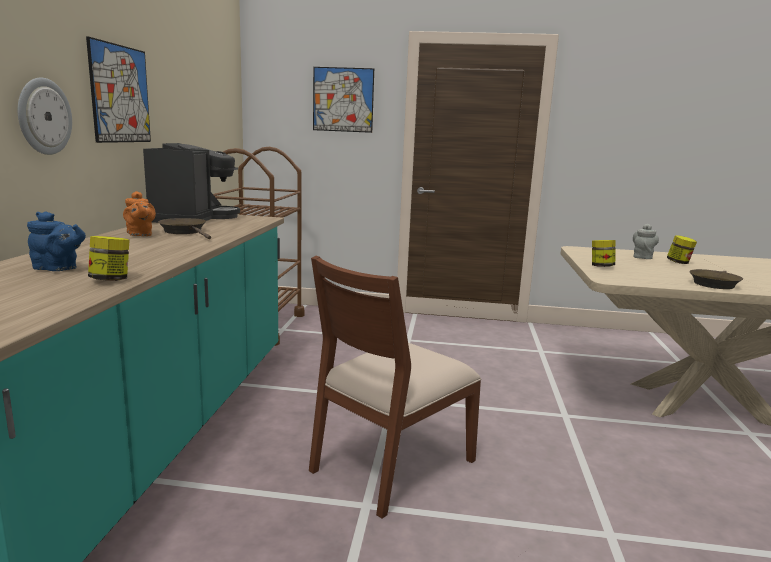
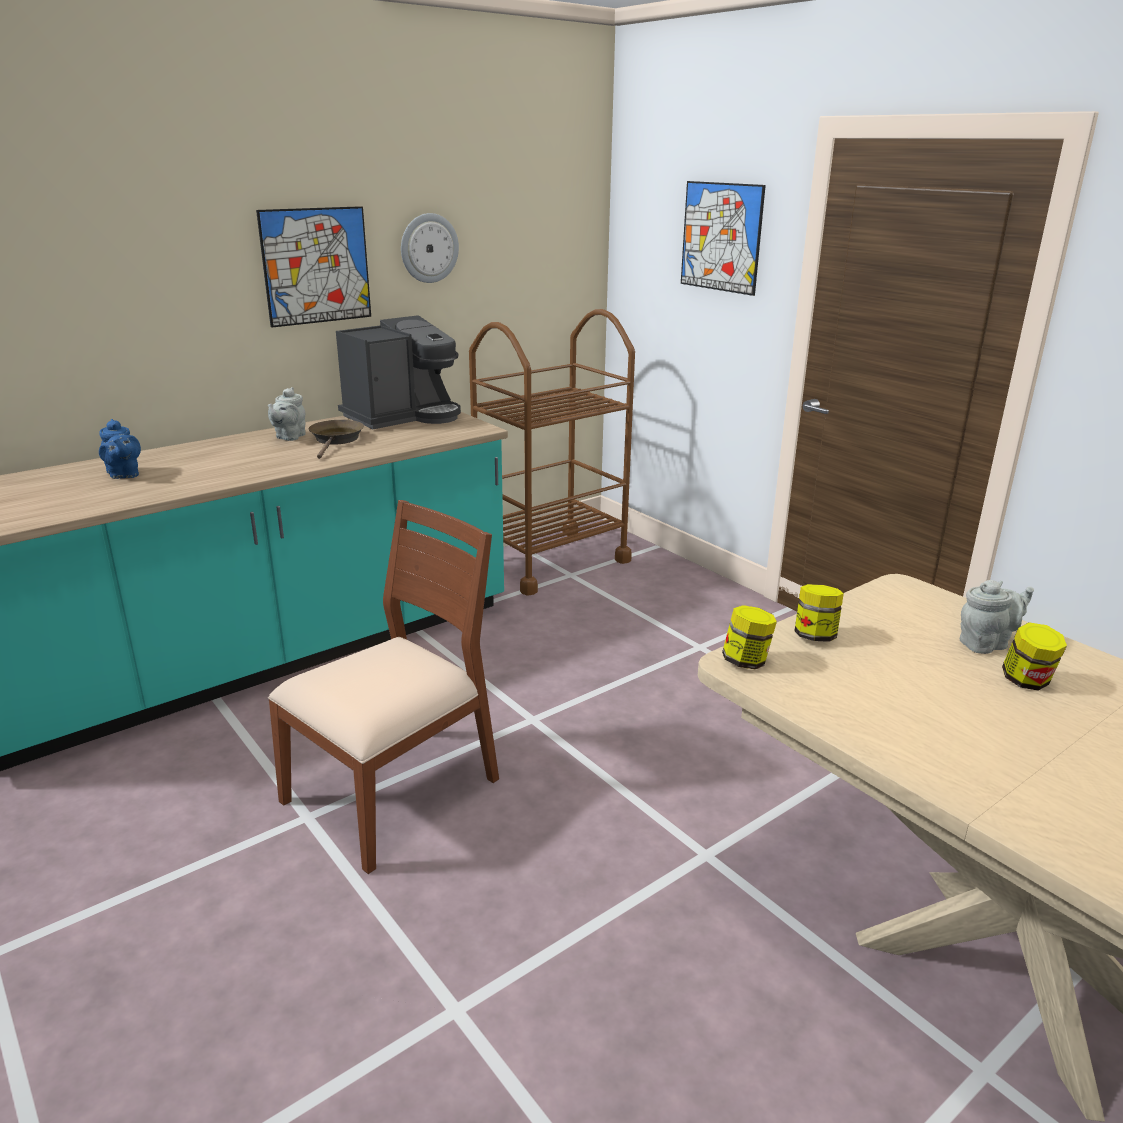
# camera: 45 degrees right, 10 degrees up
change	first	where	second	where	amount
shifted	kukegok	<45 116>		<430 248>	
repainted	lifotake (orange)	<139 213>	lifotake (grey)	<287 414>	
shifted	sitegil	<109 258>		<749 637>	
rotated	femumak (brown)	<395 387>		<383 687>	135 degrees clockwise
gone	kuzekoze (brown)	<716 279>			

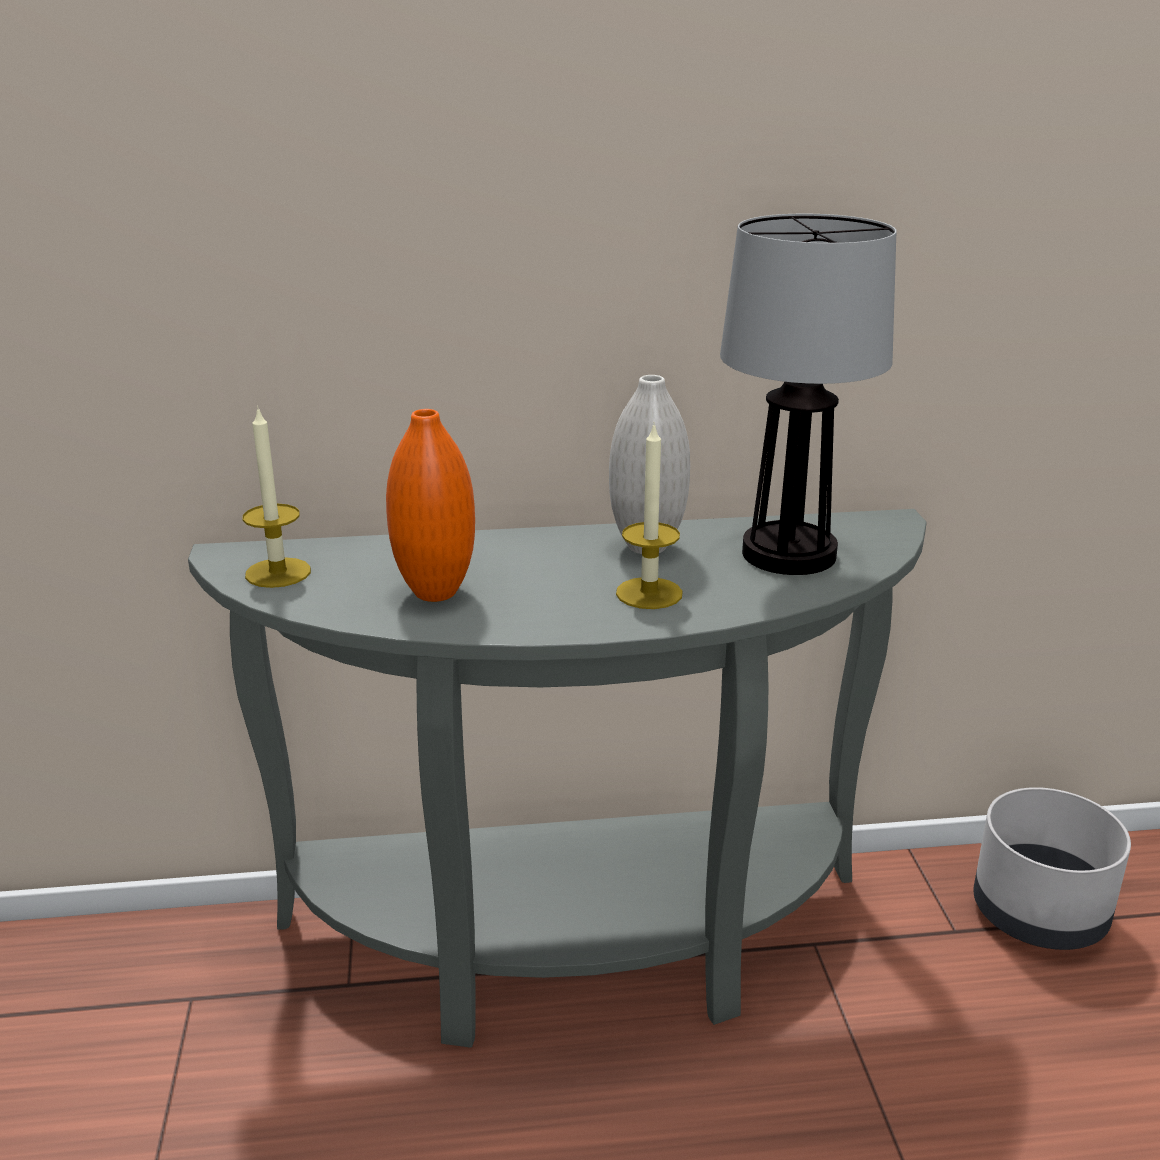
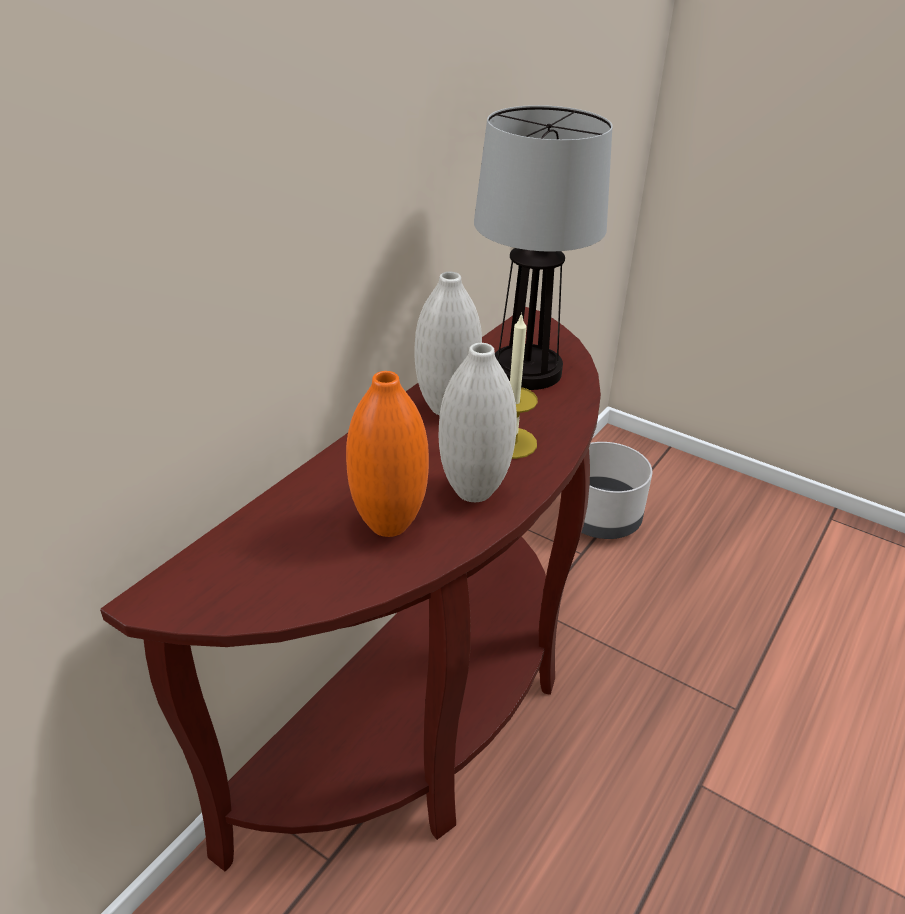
# camera: 50 degrees left, 10 degrees up
change	first	where	second	where	amount
gone	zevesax	<276 497>			
repainted	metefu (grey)	<557 778>	metefu (brown)	<350 589>	
new			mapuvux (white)	<478 422>	

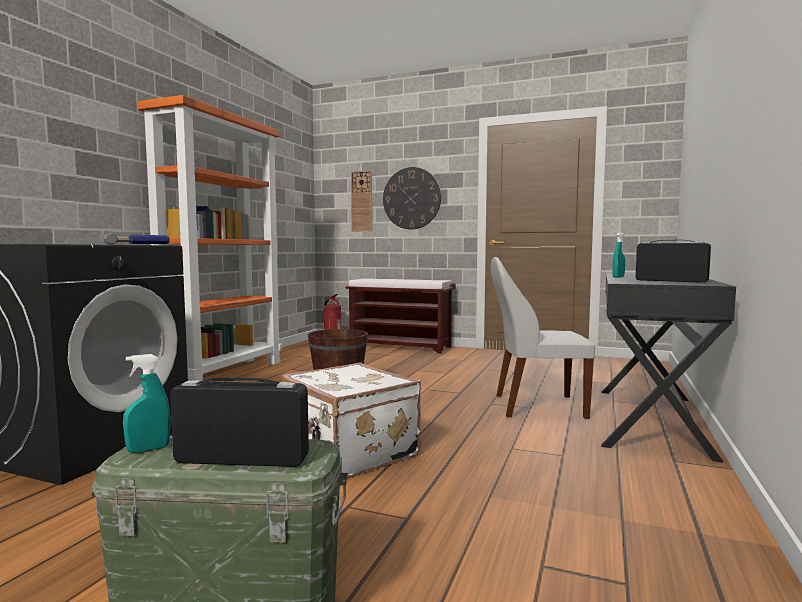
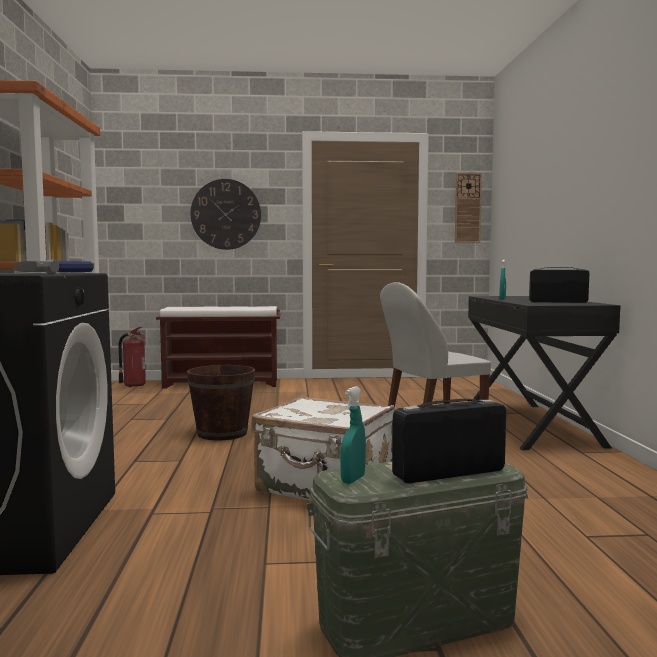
# camera: 25 degrees left, 0 degrees up
change	first	where	second	where	amount
shifted	kukegok	<361 201>		<468 208>	

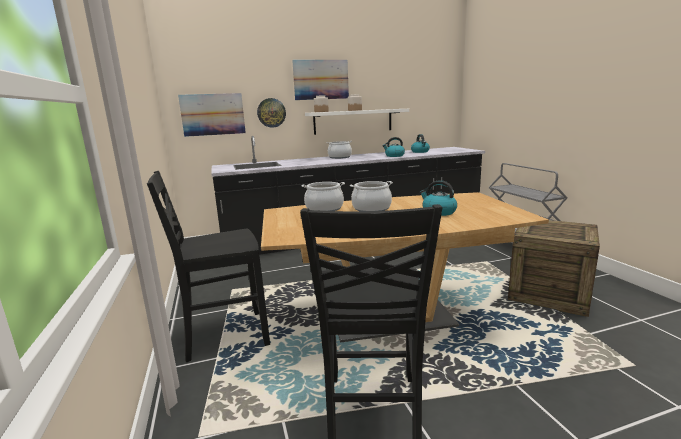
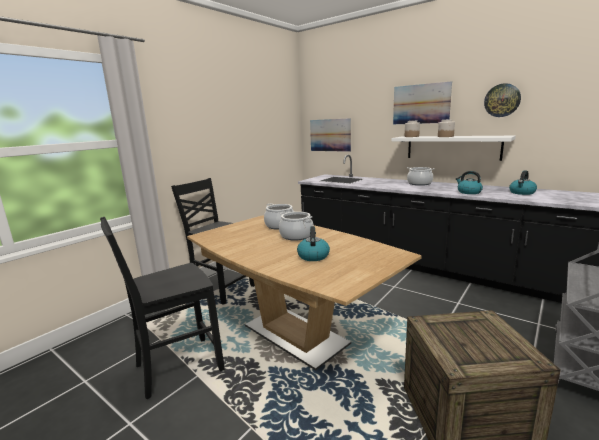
# camera: 55 degrees right, 0 degrees up
change	first	where	second	where	amount
shifted	kukegok	<271 113>		<502 100>	

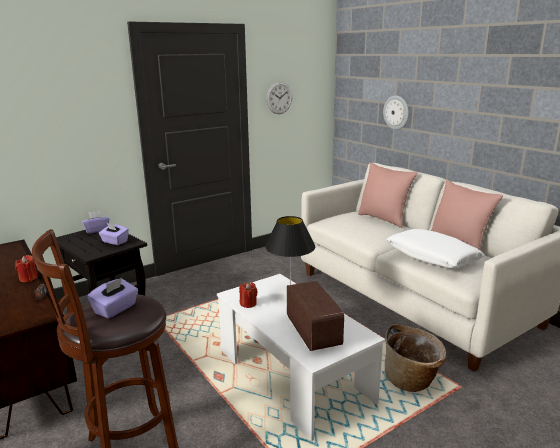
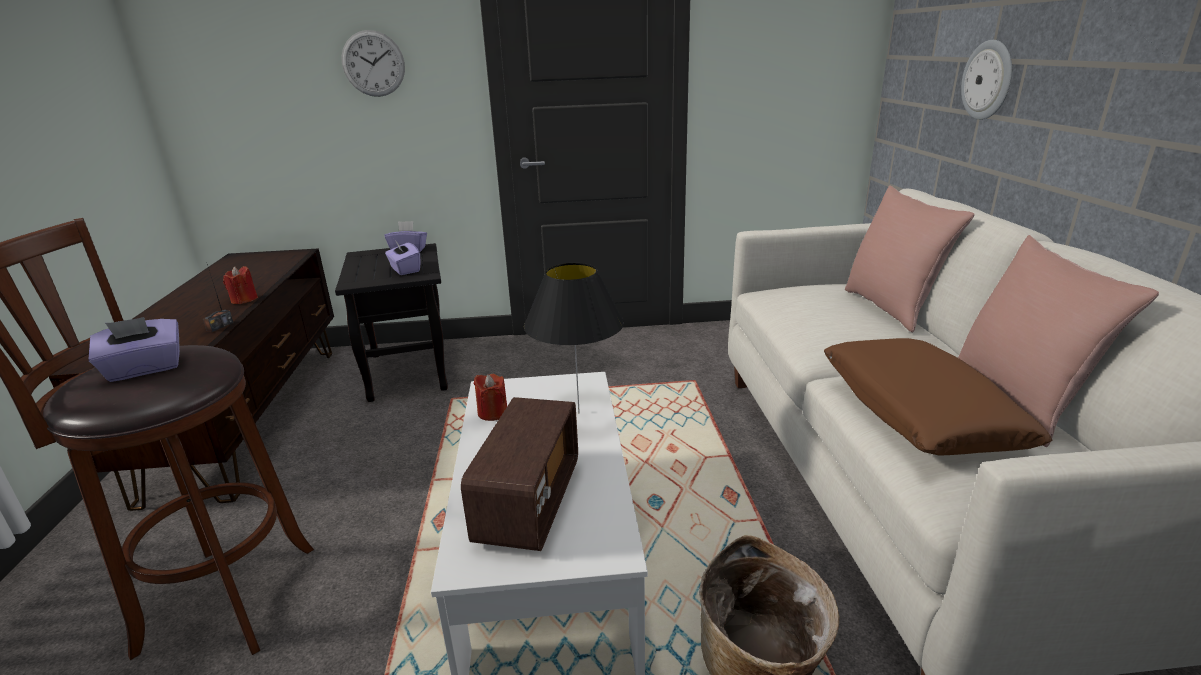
# camera: 30 degrees right, 5 degrees up
change	first	where	second	where	amount
shifted	kukegok	<279 98>		<373 63>	
repainted	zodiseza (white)	<435 249>	zodiseza (brown)	<938 397>	

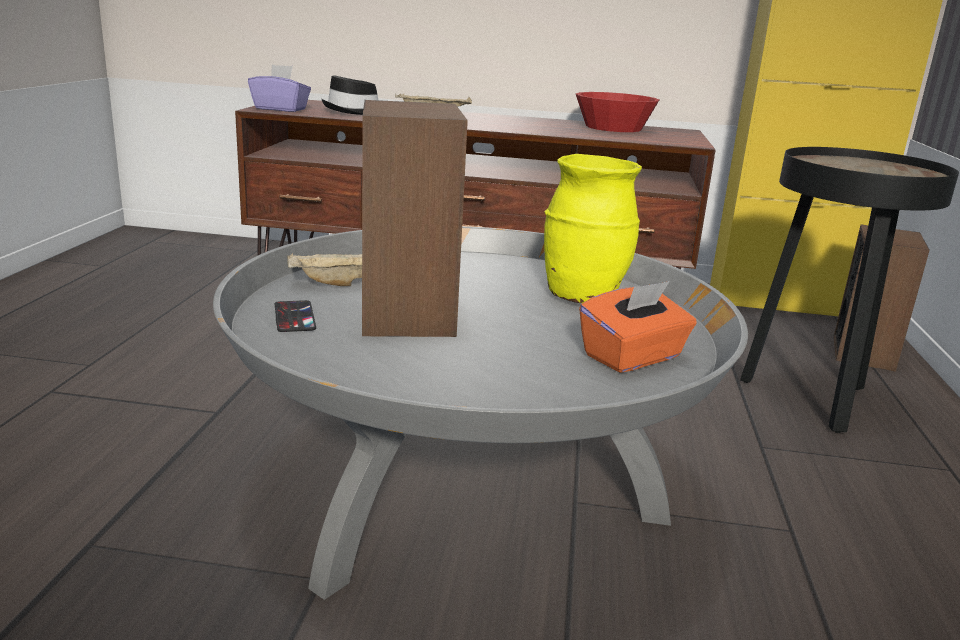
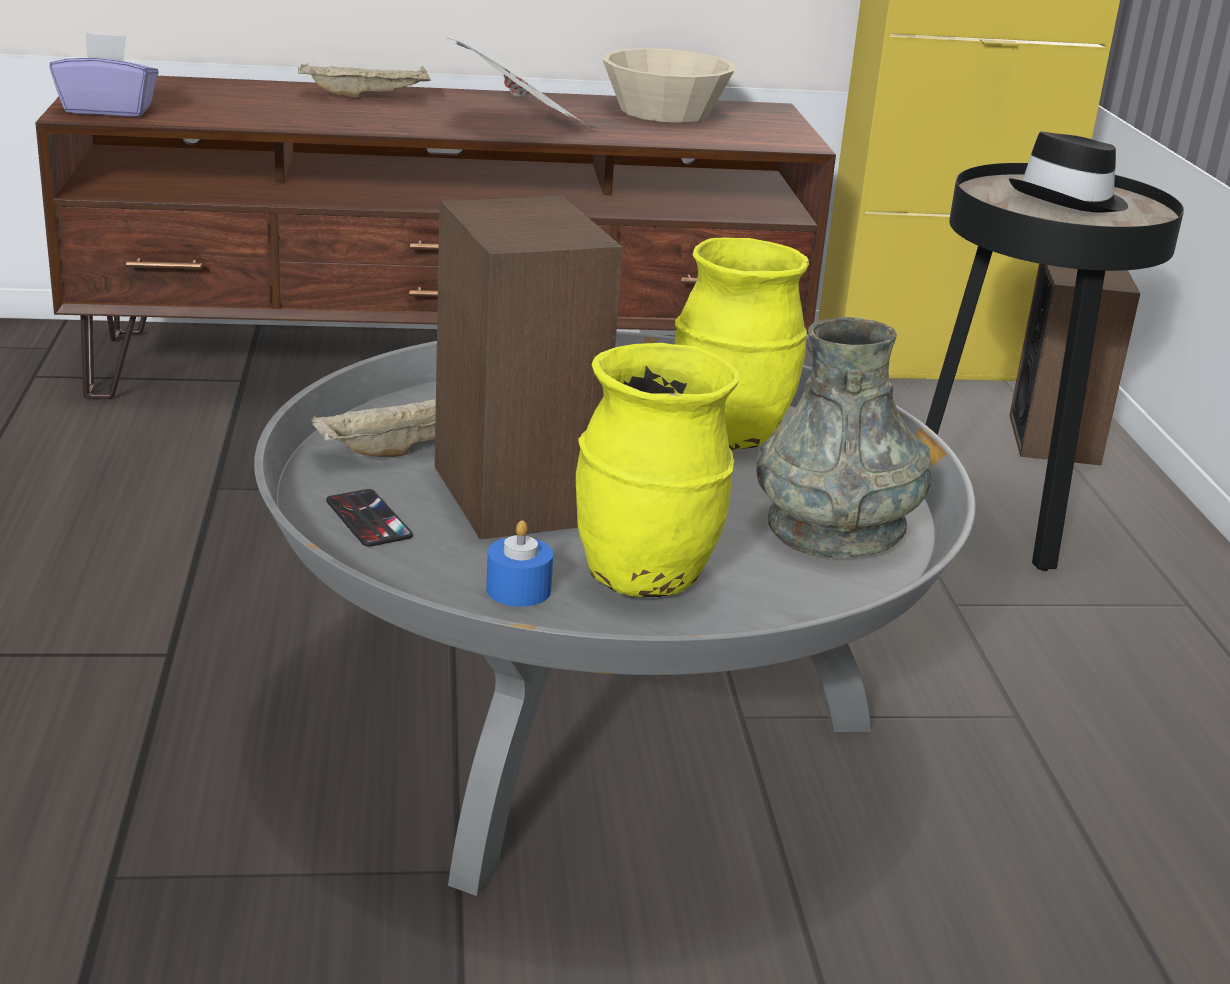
# camera: 15 degrees left, 5 degrees up
change	first	where	second	where	amount
shifted	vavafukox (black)	<350 95>		<1068 172>	
repainted	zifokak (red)	<617 112>	zifokak (beige)	<668 85>	
swapped	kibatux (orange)	<638 327>	mapuvux (grey)	<844 437>	
new			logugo	<524 83>	
new			mapuvux (yellow)	<658 470>	
new			zevesax (blue)	<519 563>	

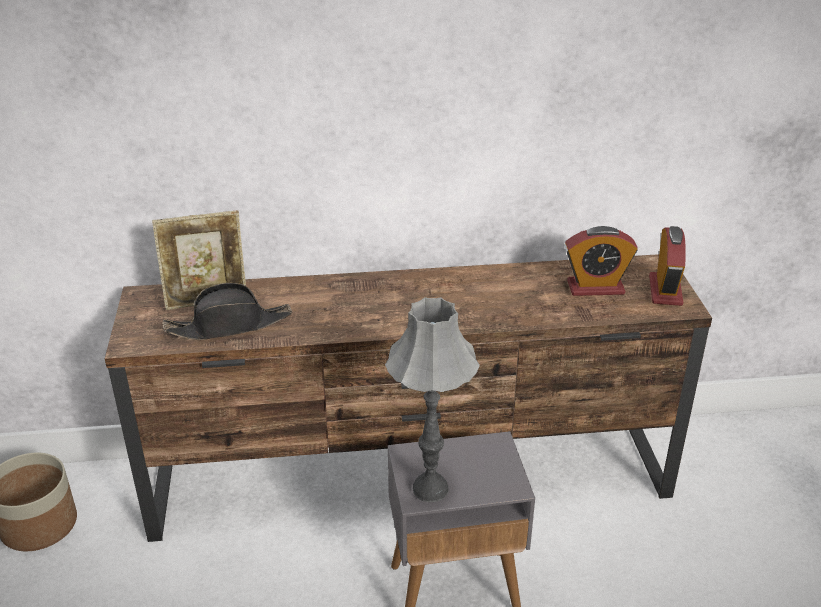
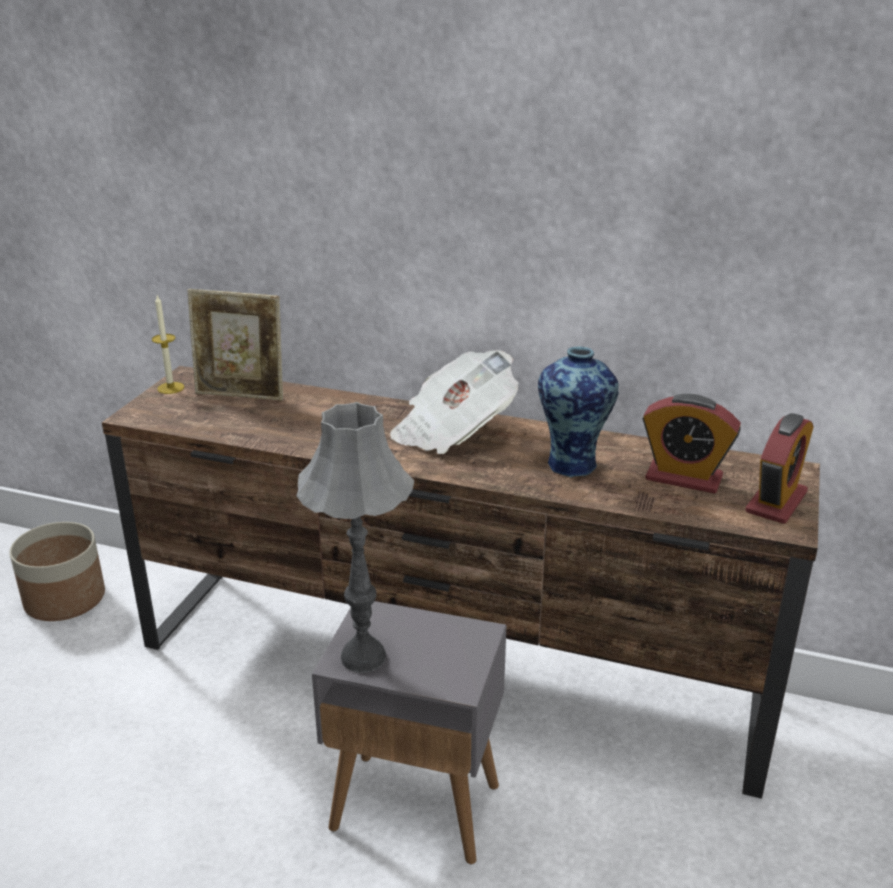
# camera: 25 degrees right, 5 degrees down
change	first	where	second	where	amount
gone	vavafukox (black)	<227 311>			
new			zevesax	<168 344>	
new			mapuvux	<578 412>	
new			logugo	<454 402>	

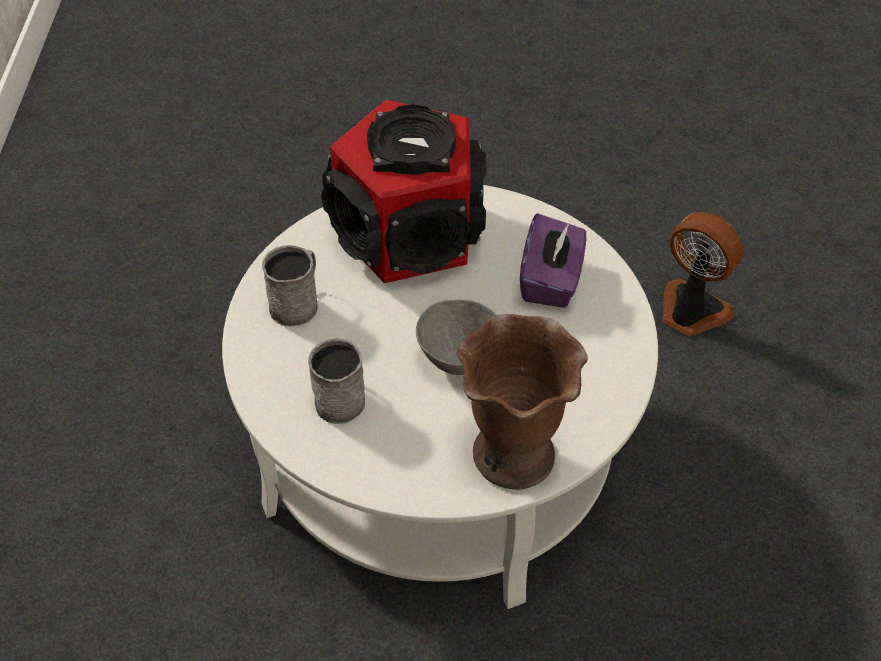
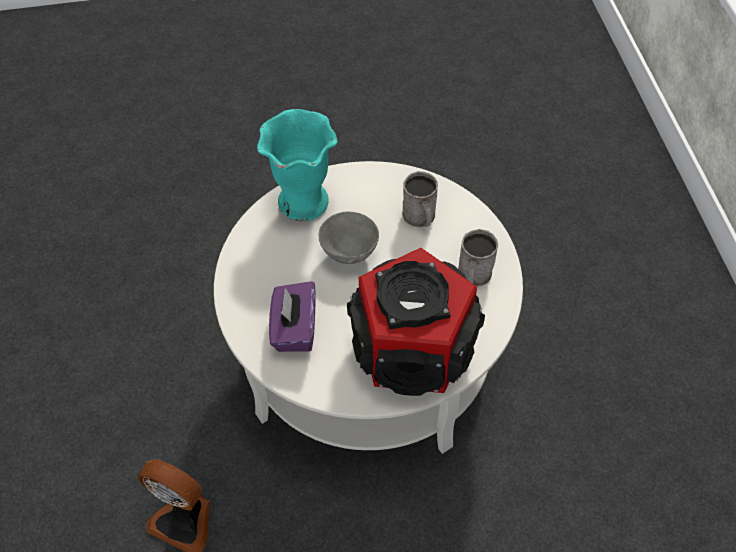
# camera: 170 degrees right, 5 degrees up
change	first	where	second	where	amount
repainted	mapuvux (brown)	<522 402>	mapuvux (turquoise)	<297 165>	

